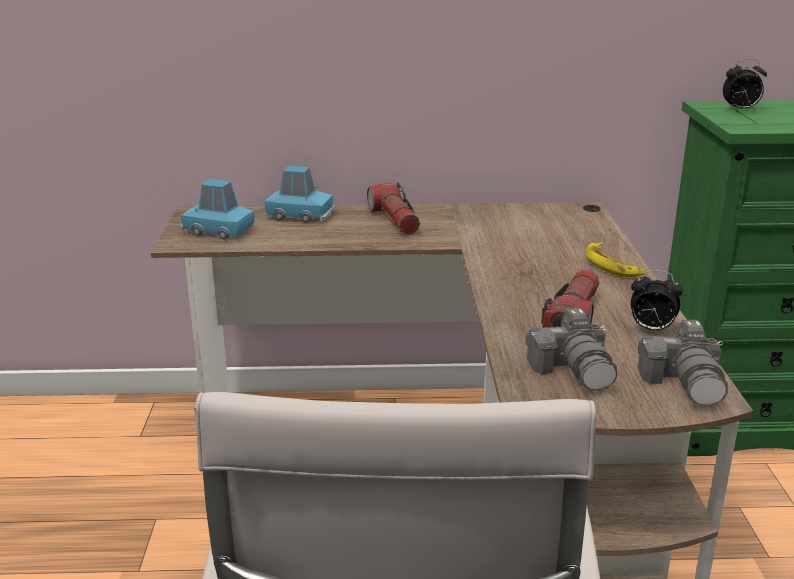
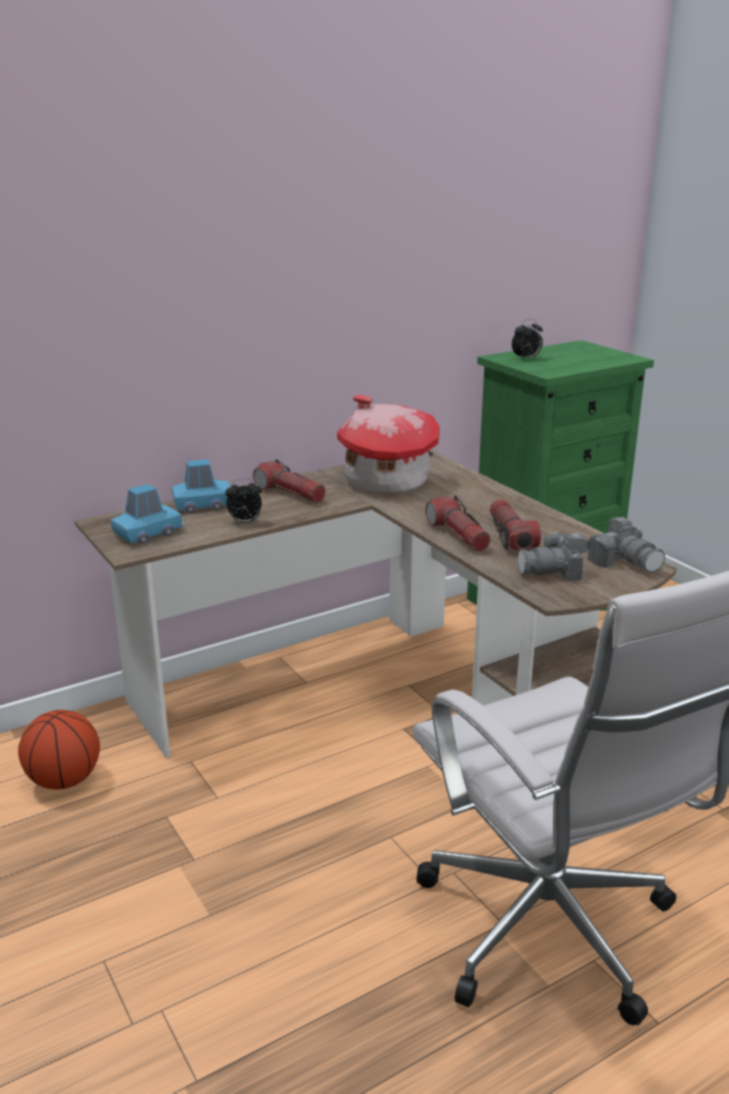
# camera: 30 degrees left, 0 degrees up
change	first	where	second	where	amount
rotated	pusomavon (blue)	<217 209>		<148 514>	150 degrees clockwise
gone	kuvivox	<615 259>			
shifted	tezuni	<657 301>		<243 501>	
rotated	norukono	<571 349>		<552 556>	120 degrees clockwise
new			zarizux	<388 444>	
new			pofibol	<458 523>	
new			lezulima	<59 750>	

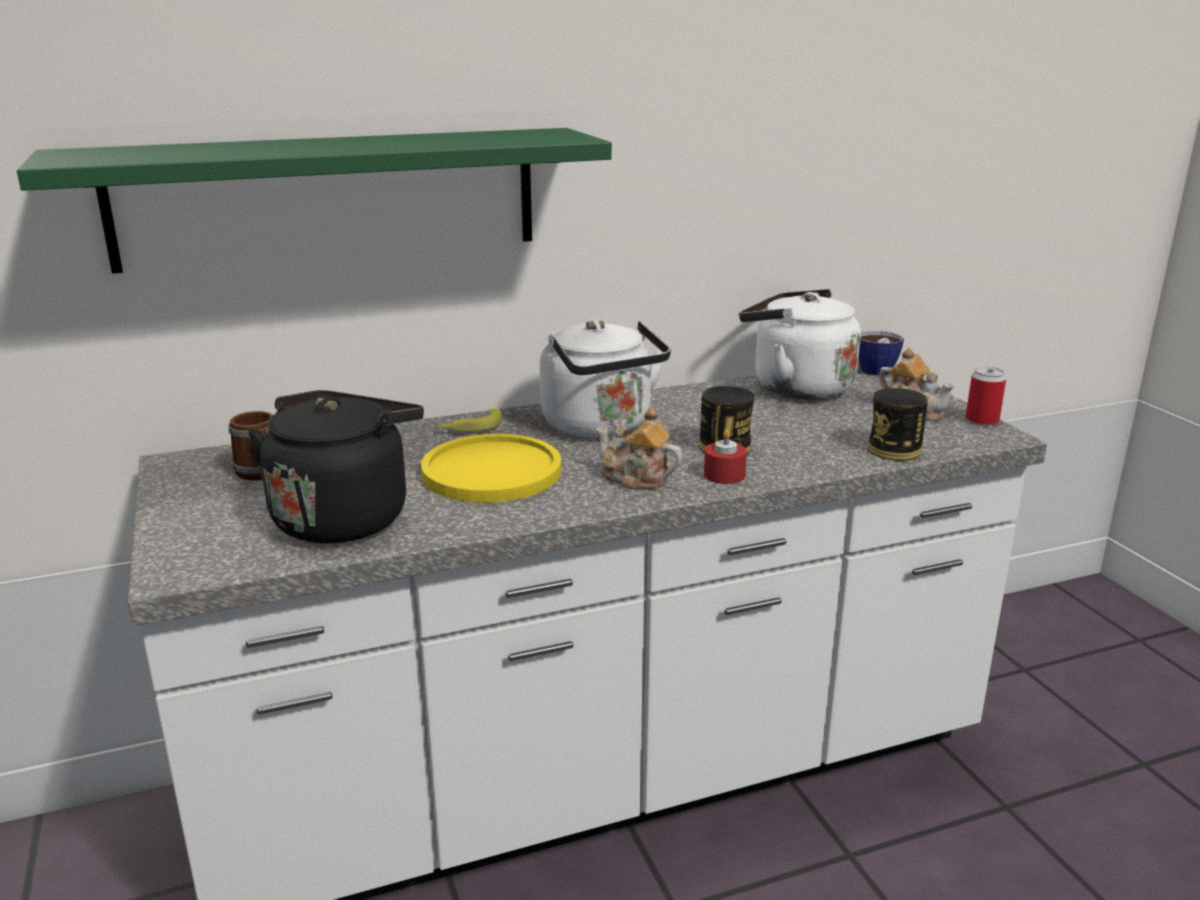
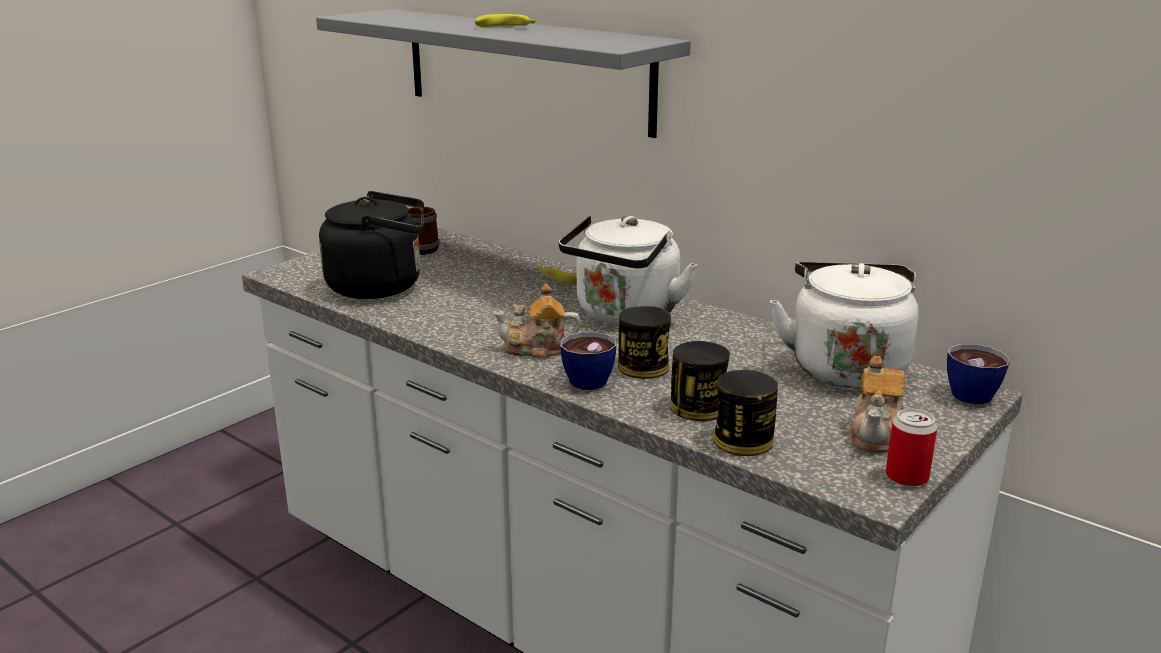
# camera: 60 degrees right, 0 degrees up
change	first	where	second	where	amount
repainted	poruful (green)	<314 201>	poruful (grey)	<503 73>	
rotated	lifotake	<639 448>		<537 321>	90 degrees counterclockwise
swapped	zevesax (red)	<725 456>	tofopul	<588 361>	
gone	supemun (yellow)	<491 468>			
new			kuvivox	<505 20>	
new			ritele	<700 381>	

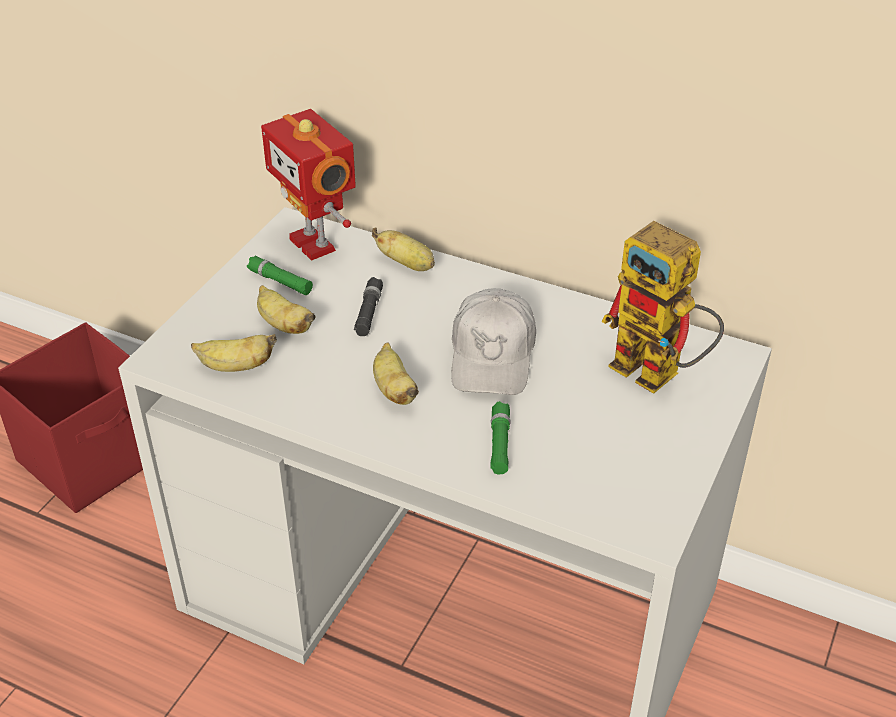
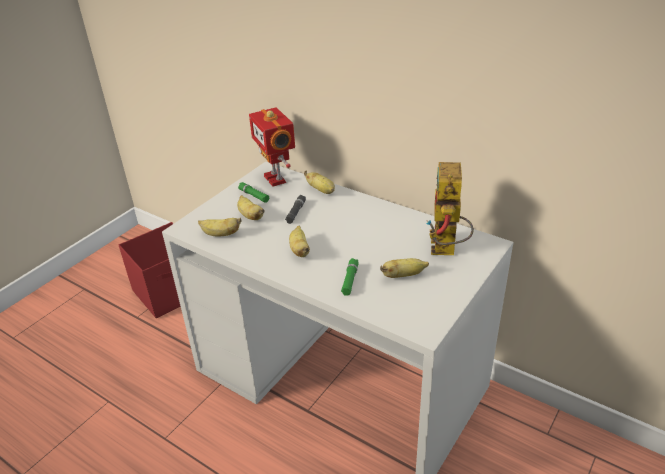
# camera: 10 degrees right, 5 degrees down
change	first	where	second	where	amount
rotated	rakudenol	<662 307>		<450 208>	45 degrees clockwise
gone	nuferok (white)	<493 341>			
new			kuvivox	<404 268>	

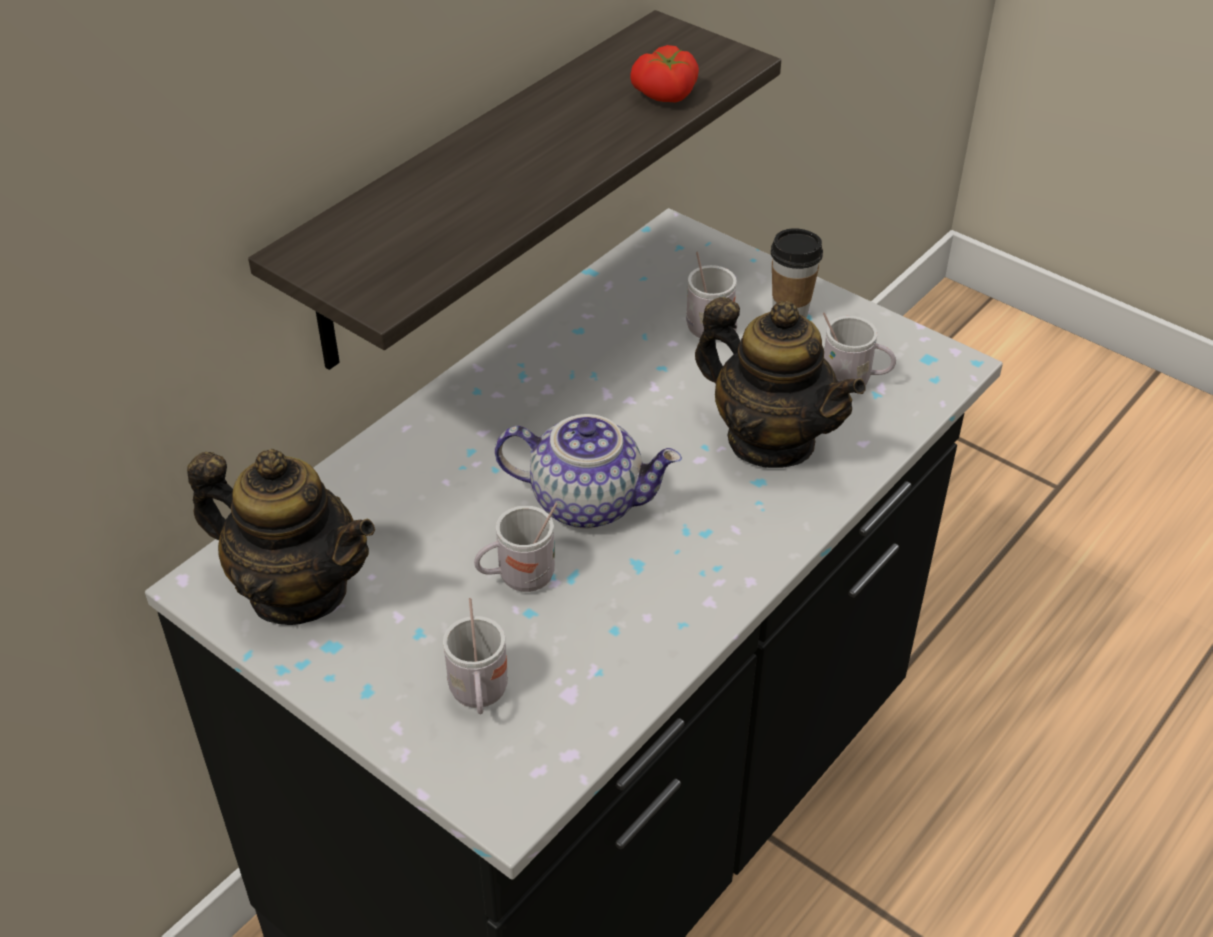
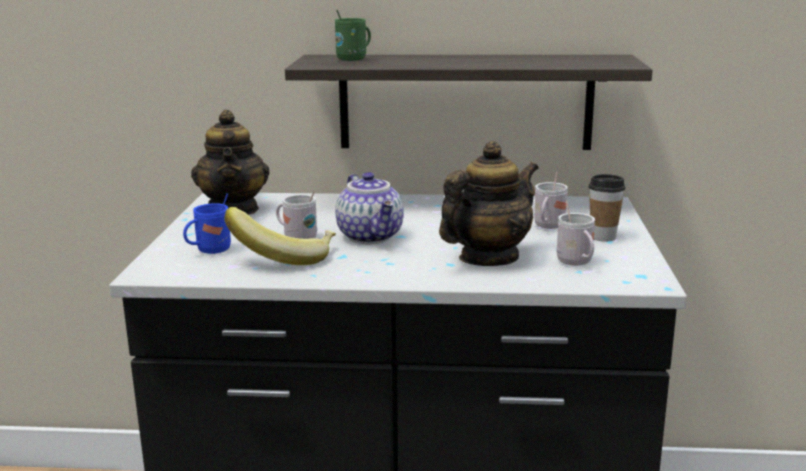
# camera: 55 degrees right, 25 degrees down
change	first	where	second	where	amount
gone	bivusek	<664 73>			
rotated	lifotake	<780 382>		<489 203>	135 degrees counterclockwise
repainted	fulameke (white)	<475 656>	fulameke (blue)	<207 223>	
new			fulameke (green)	<353 35>	
new			kuvivox	<280 236>	

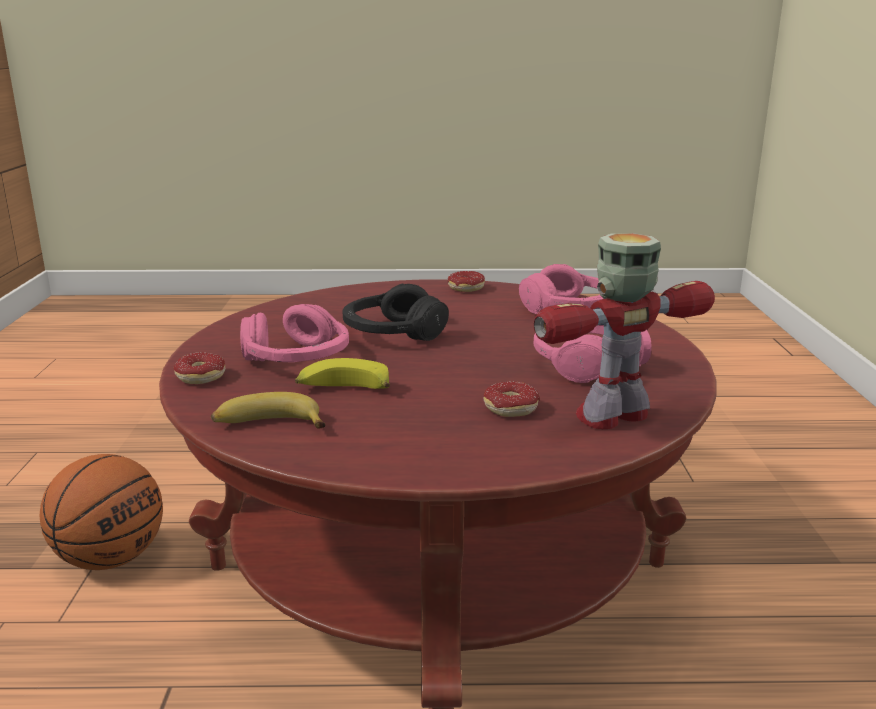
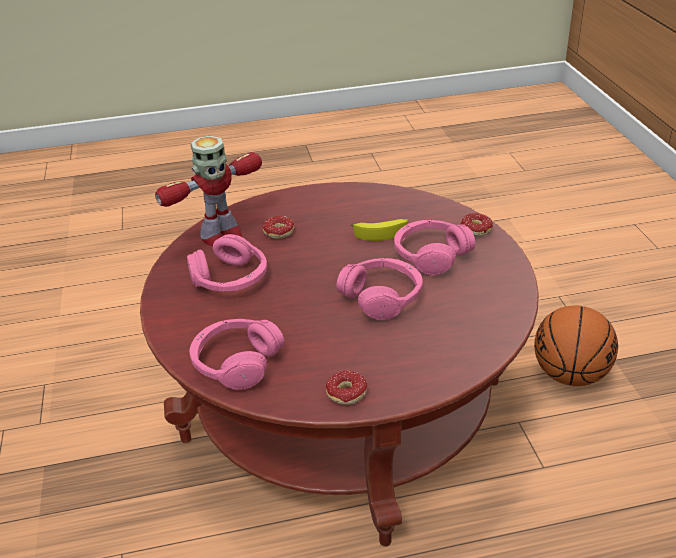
# camera: 170 degrees right, 15 degrees up
change	first	where	second	where	amount
repainted	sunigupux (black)	<396 312>	sunigupux (pink)	<379 289>	
gone	kuvivox	<268 410>			

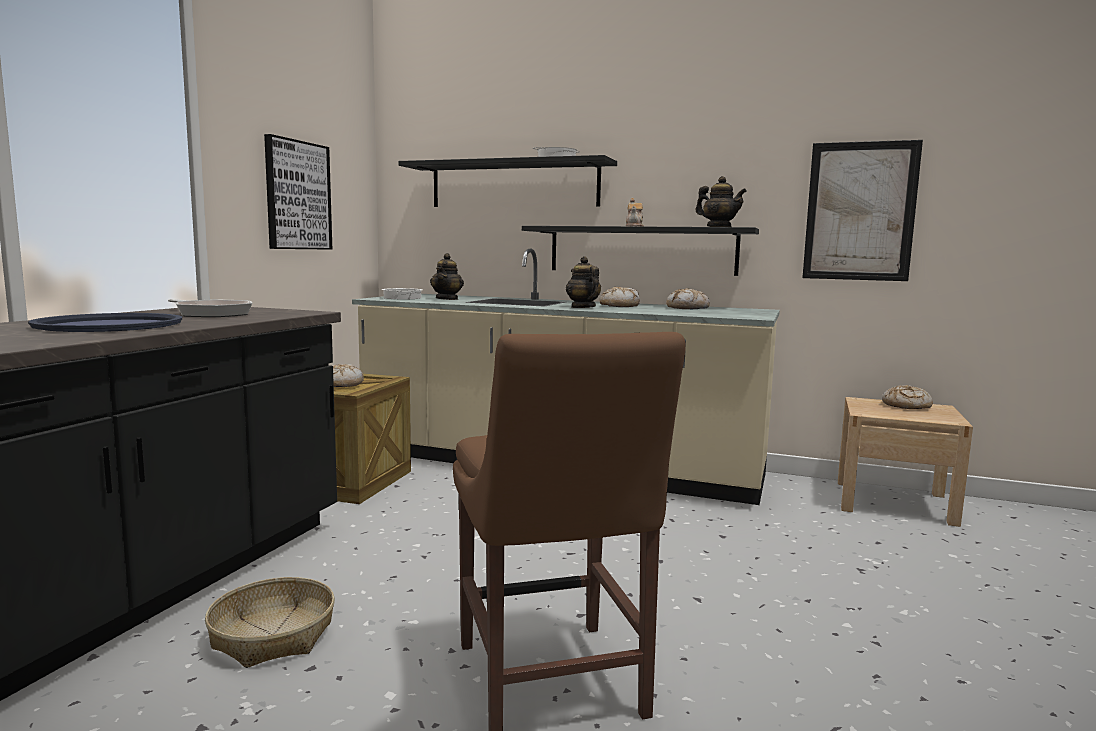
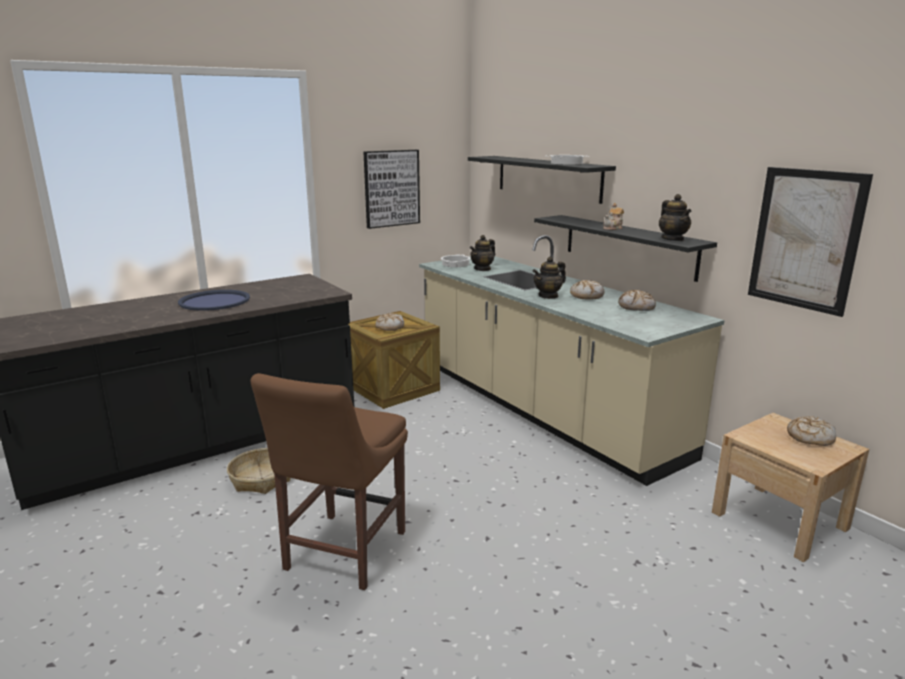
# camera: 35 degrees right, 10 degrees up
change	first	where	second	where	amount
rotated	lifotake	<583 282>		<549 277>	135 degrees counterclockwise
gone	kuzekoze	<210 308>			

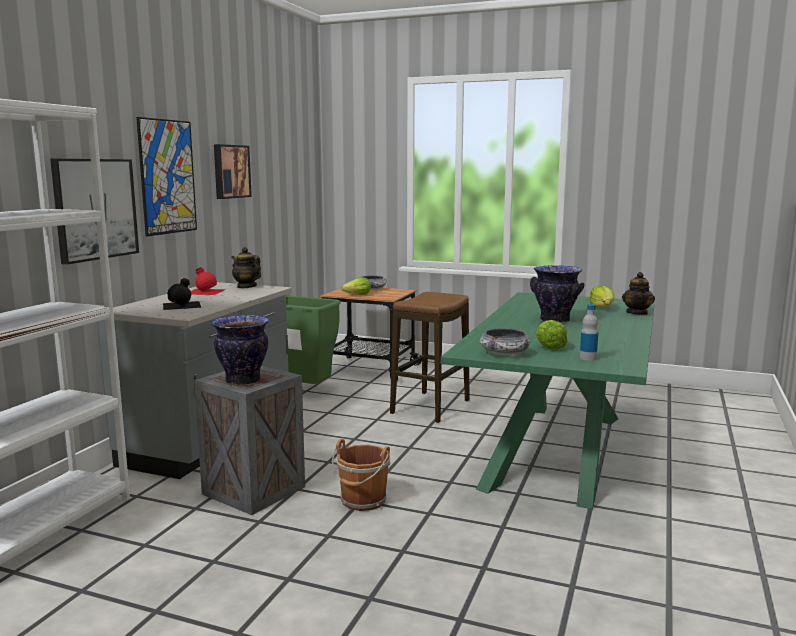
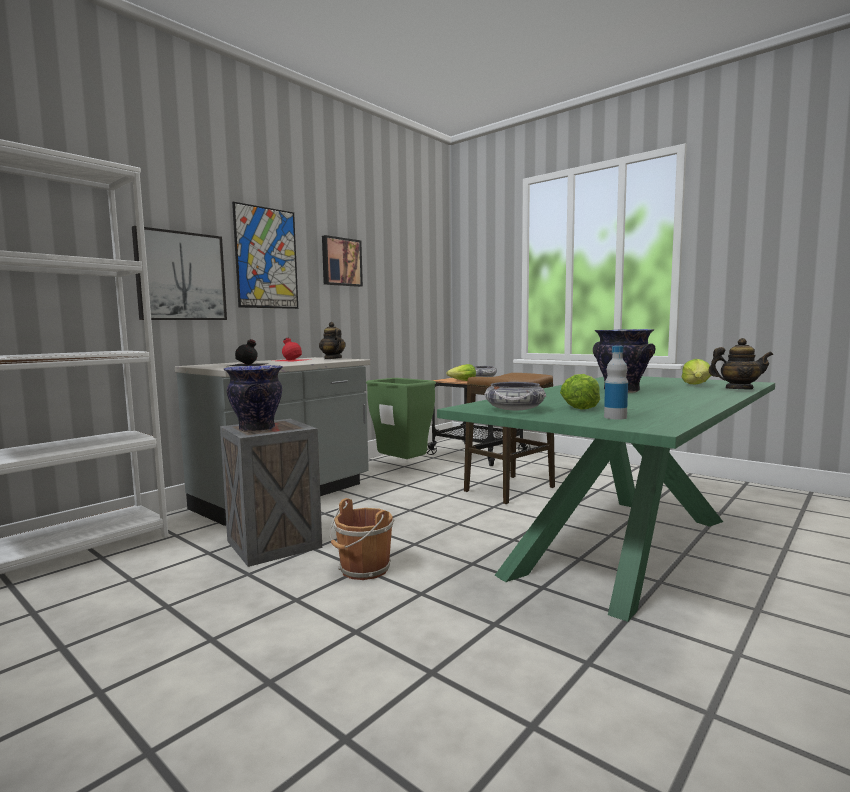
# camera: 20 degrees right, 5 degrees down
change	first	where	second	where	amount
rotated	lifotake	<638 293>		<740 363>	105 degrees counterclockwise

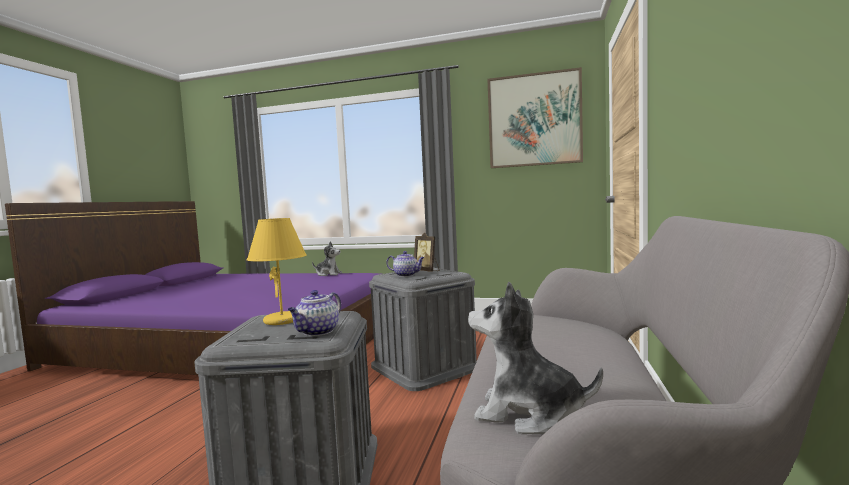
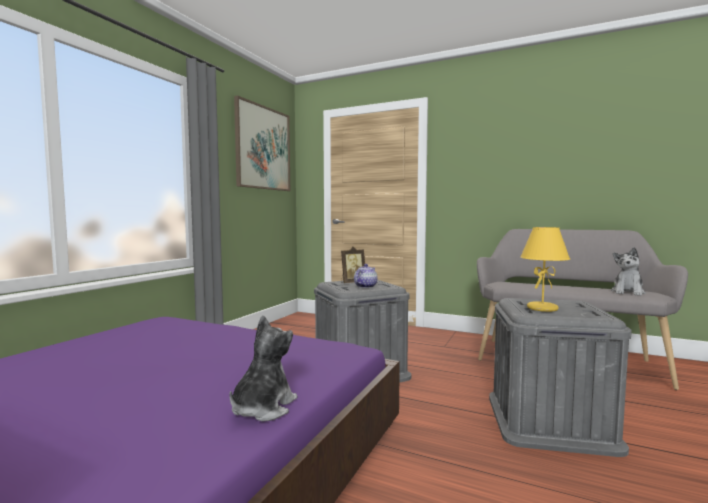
# camera: 80 degrees left, 0 degrees up
change	first	where	second	where	amount
shifted	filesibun	<327 258>		<264 368>	
gone	lifotake	<314 313>			

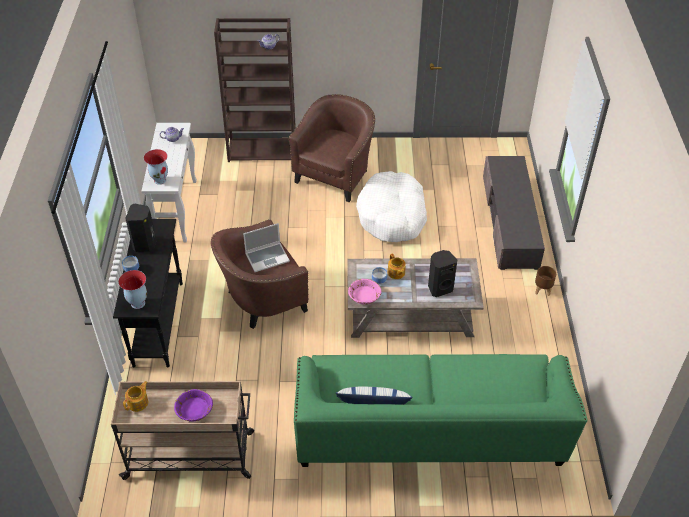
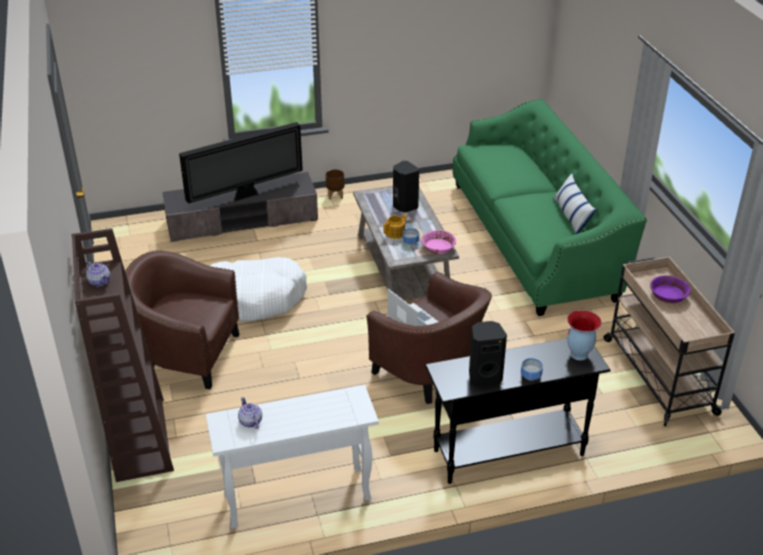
# camera: 105 degrees left, 10 degrees down
change	first	where	second	where	amount
gone	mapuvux	<156 167>			
gone	lifotake	<135 396>			
new			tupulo	<241 163>	

